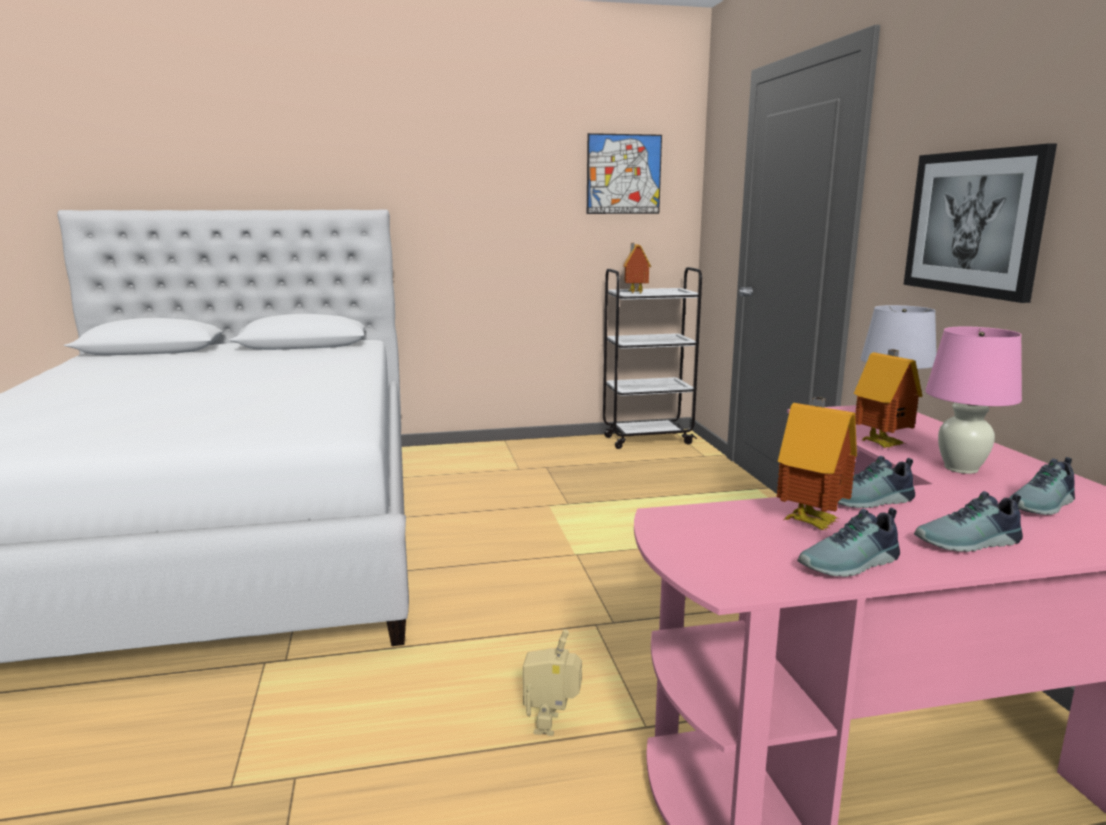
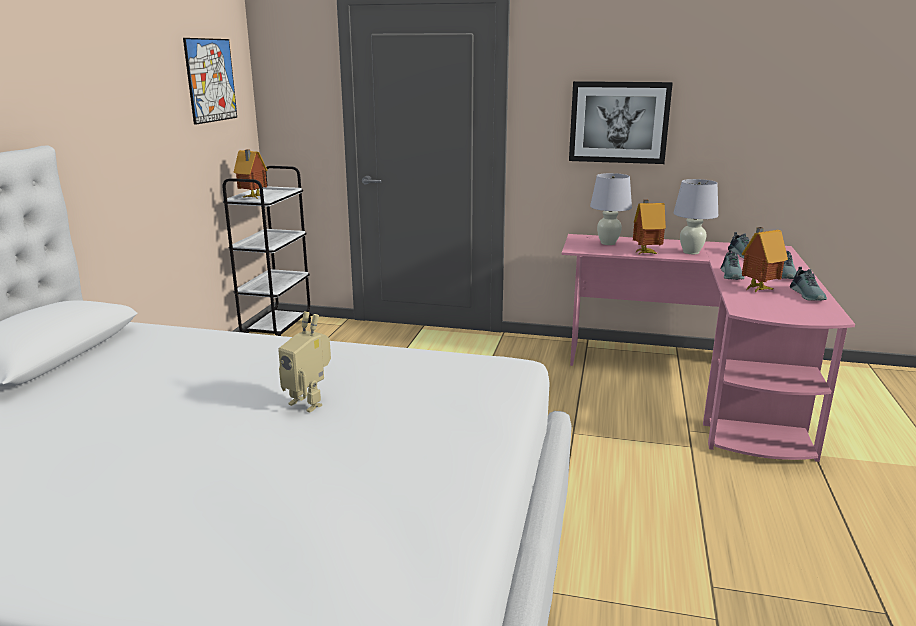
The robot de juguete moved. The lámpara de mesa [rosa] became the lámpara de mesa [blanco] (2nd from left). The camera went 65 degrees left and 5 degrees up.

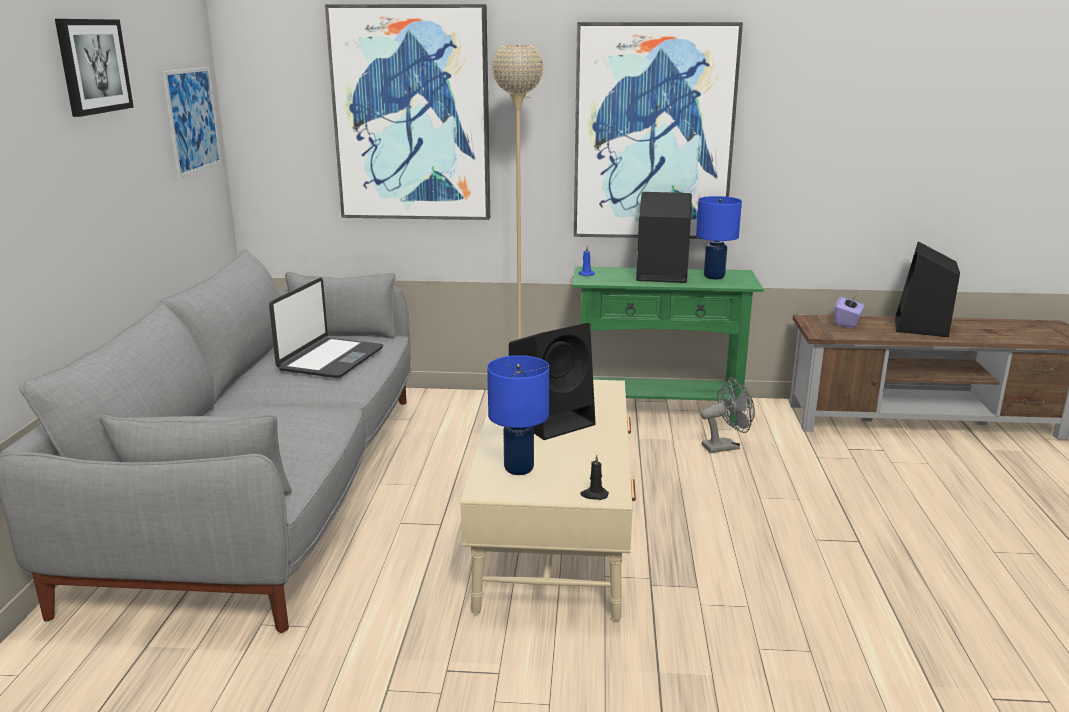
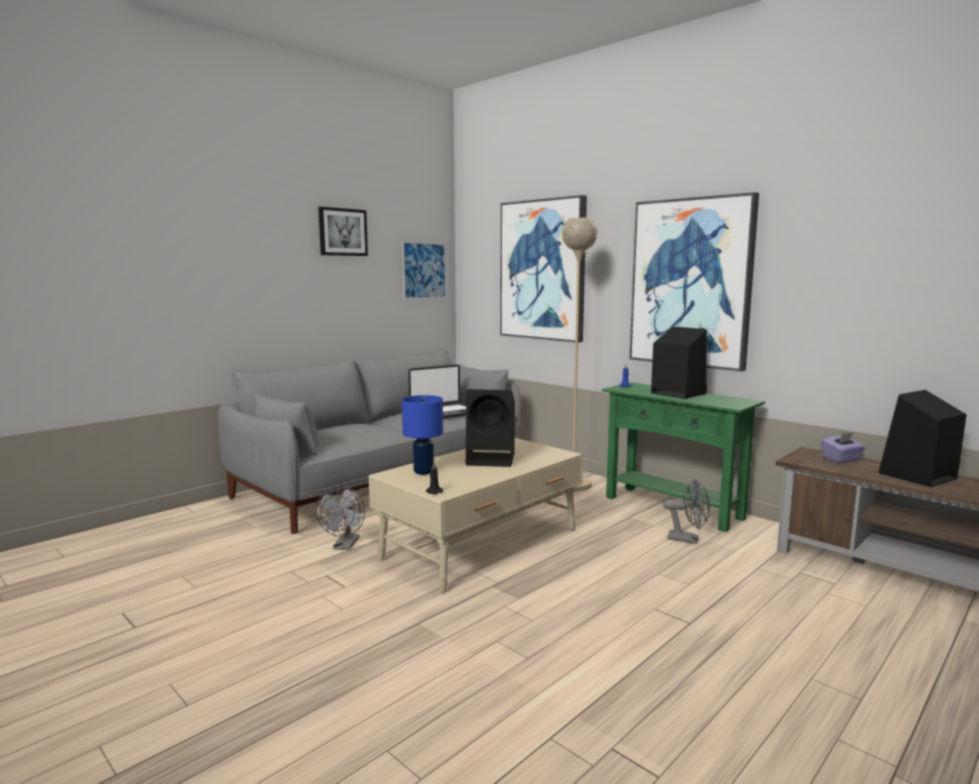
The ventilador [gris] (1st from left) appeared. The lámpara de mesa [azul] (2nd from left) disappeared. The camera went 40 degrees right and 10 degrees down.

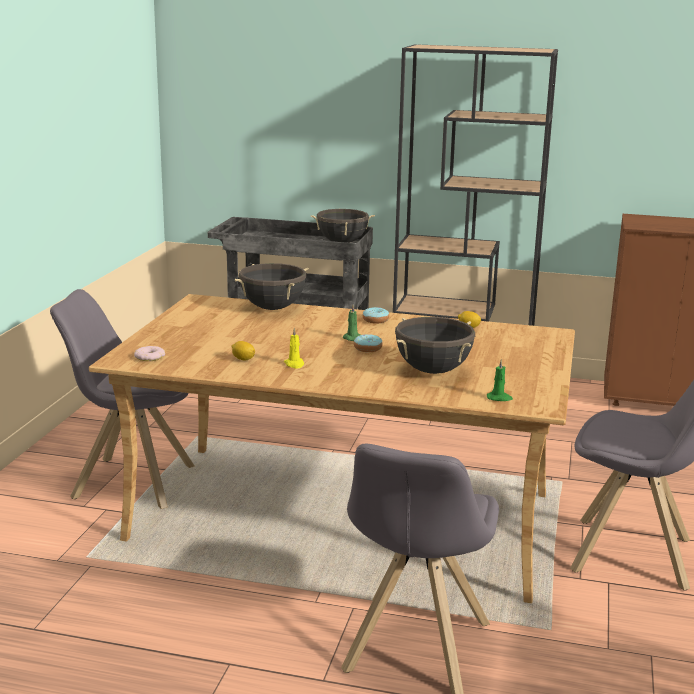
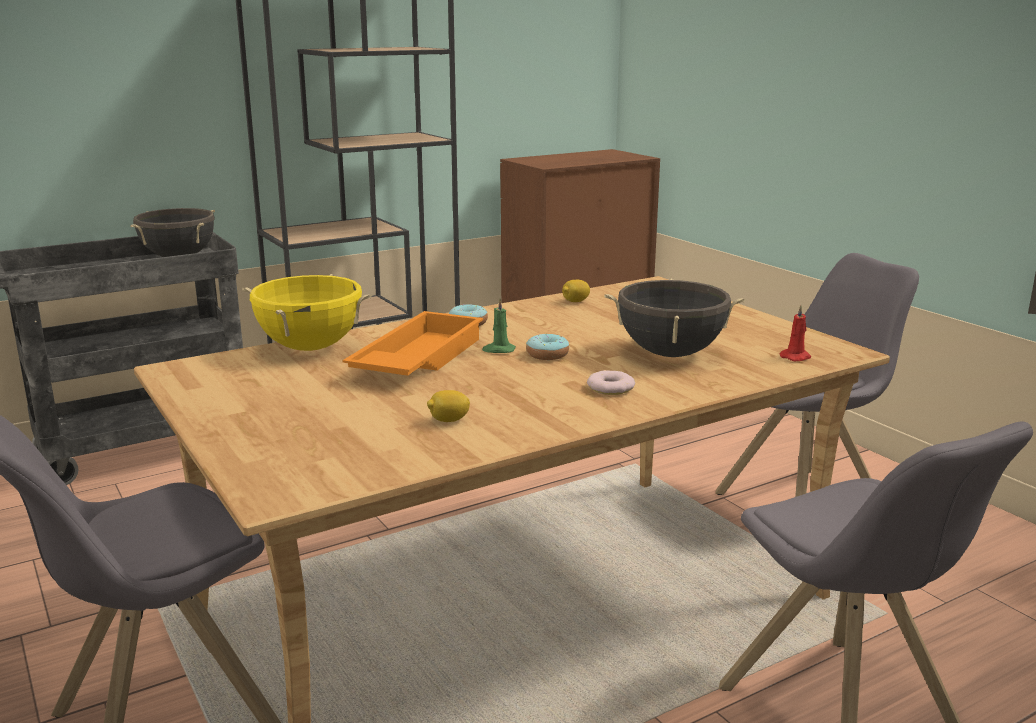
The olla [negro] (1st from left) became the olla [amarillo]. The bandeja [naranja] appeared. The rosquilla (1st from left in the first image) moved. The vela [verde] (2nd from left) became the vela [rojo]. The vela [amarillo] disappeared. The camera went 45 degrees left and 0 degrees up.

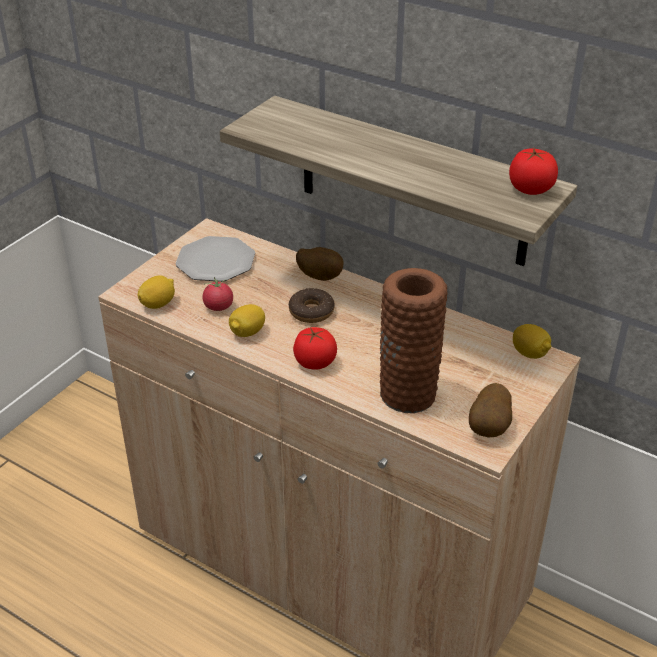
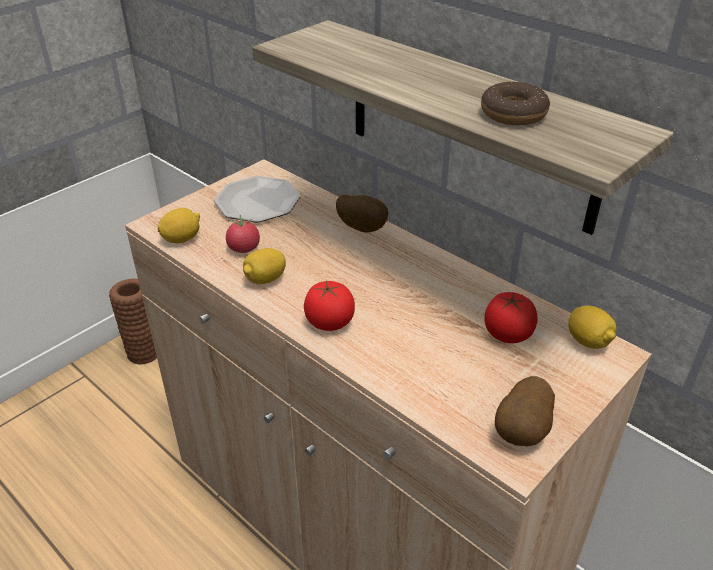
The florero [marrón] moved. The rosquilla moved. The tomate (3rd from left) moved. The camera went 10 degrees right and 0 degrees up.

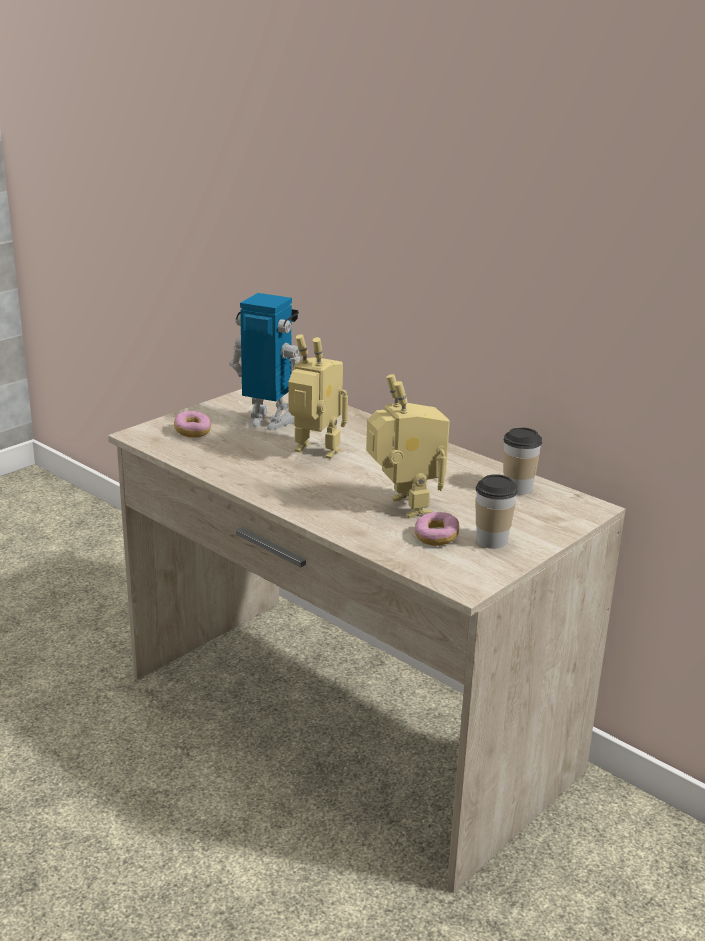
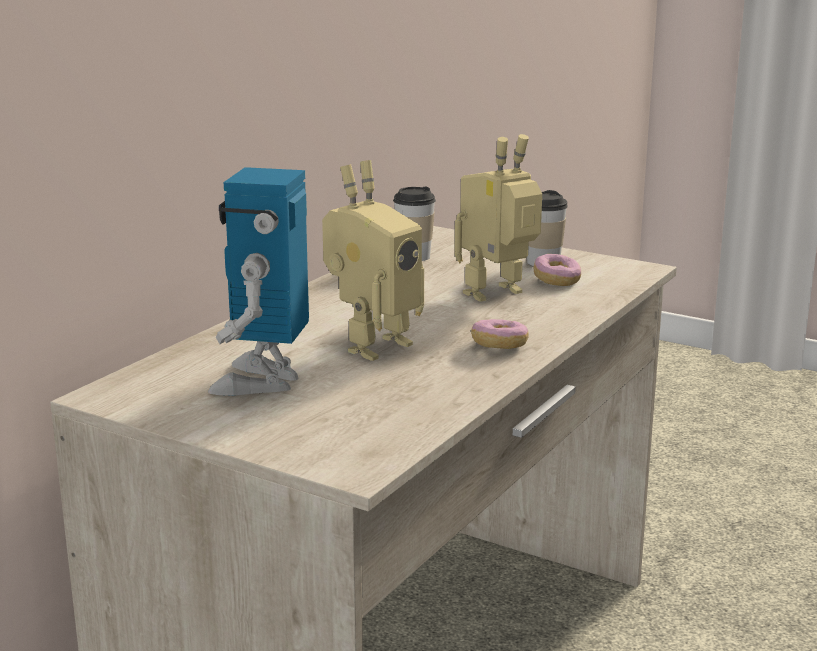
The robot de juguete (2nd from left) turned 150 degrees counterclockwise. The rosquilla (1st from left) moved. The camera went 100 degrees left and 5 degrees down.

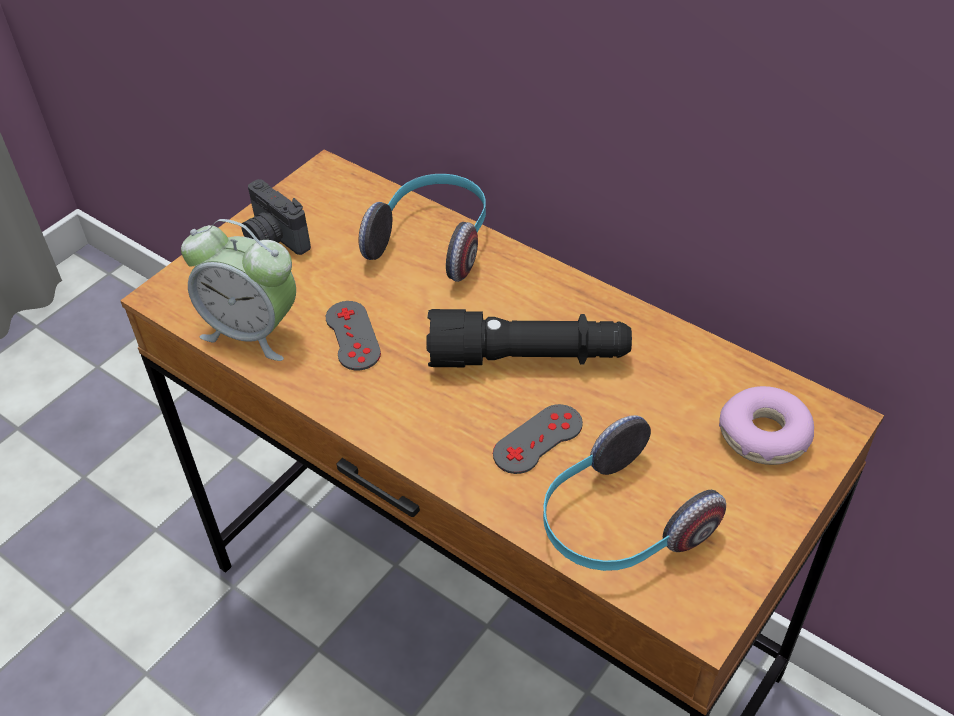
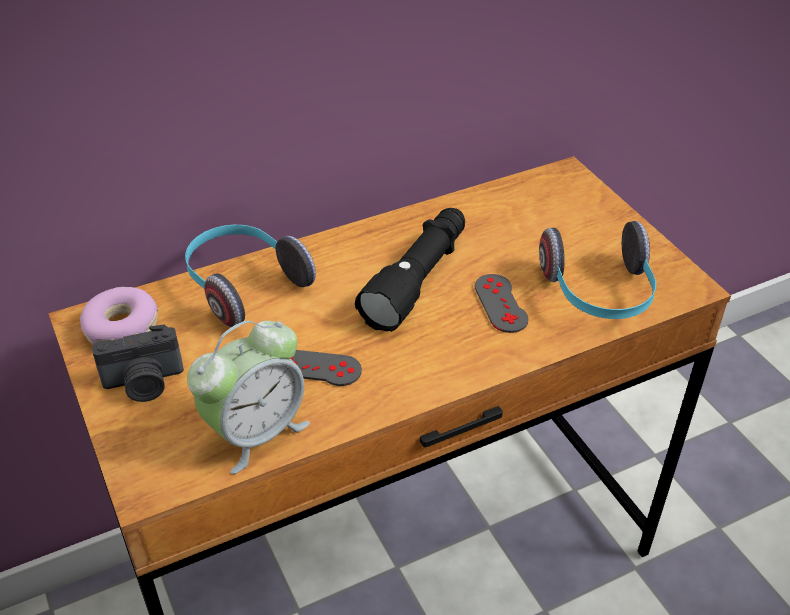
The rosquilla moved. The camera went 65 degrees left and 5 degrees down.

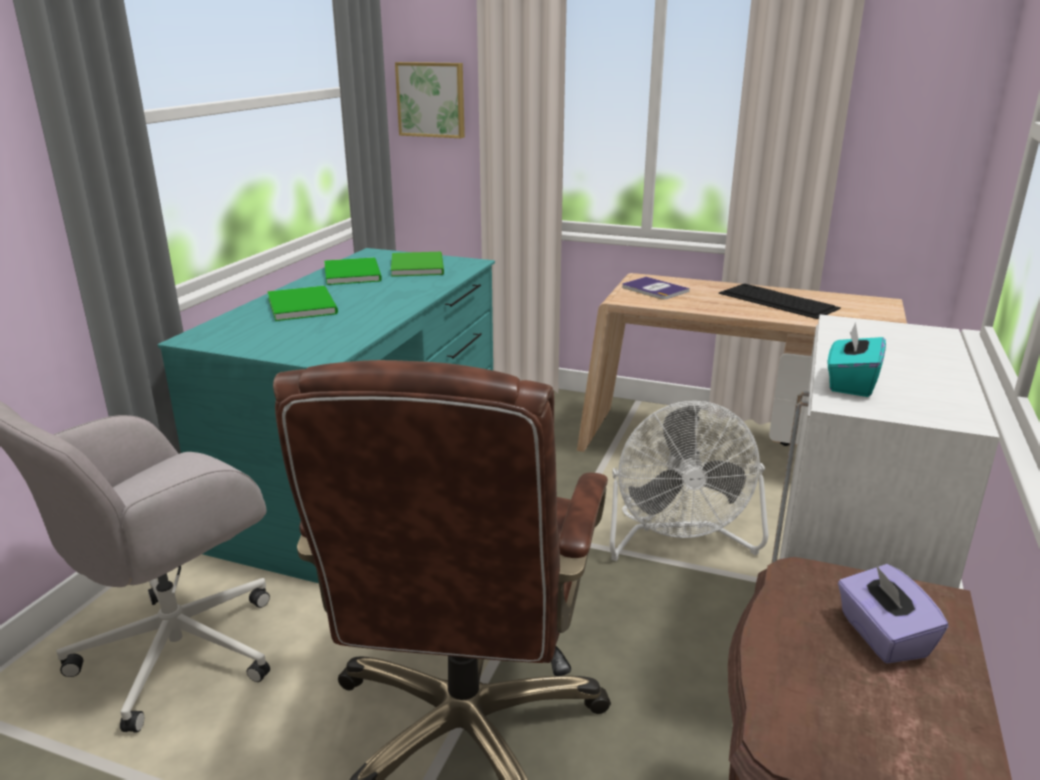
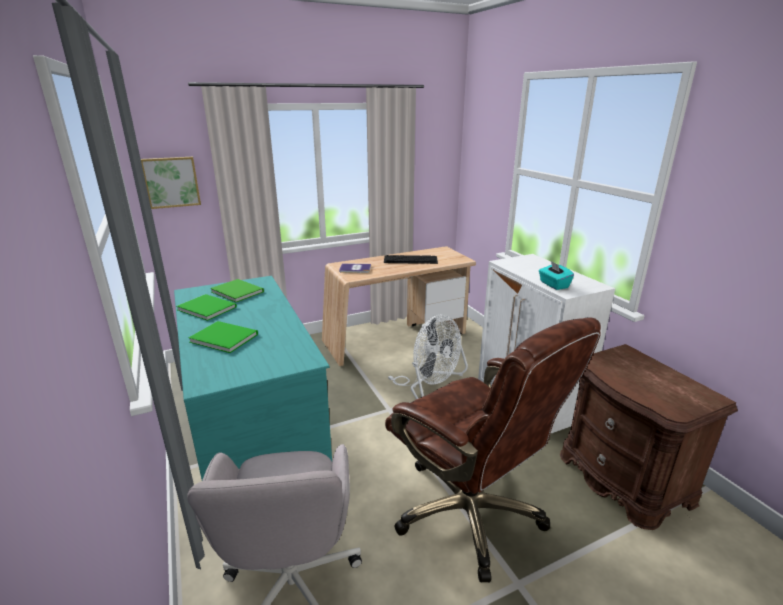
The caja de pañuelos [morado] disappeared. The camera went 45 degrees left and 0 degrees up.

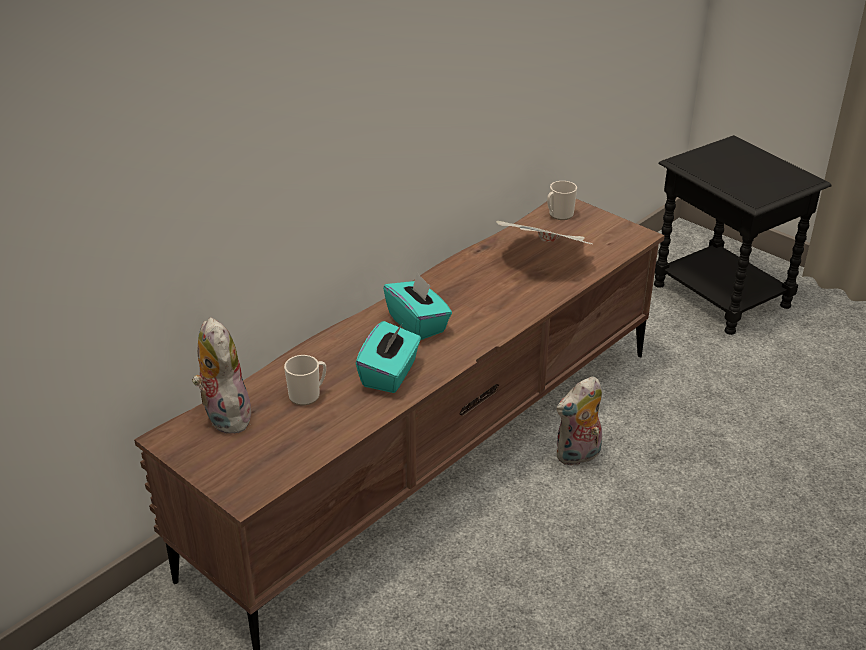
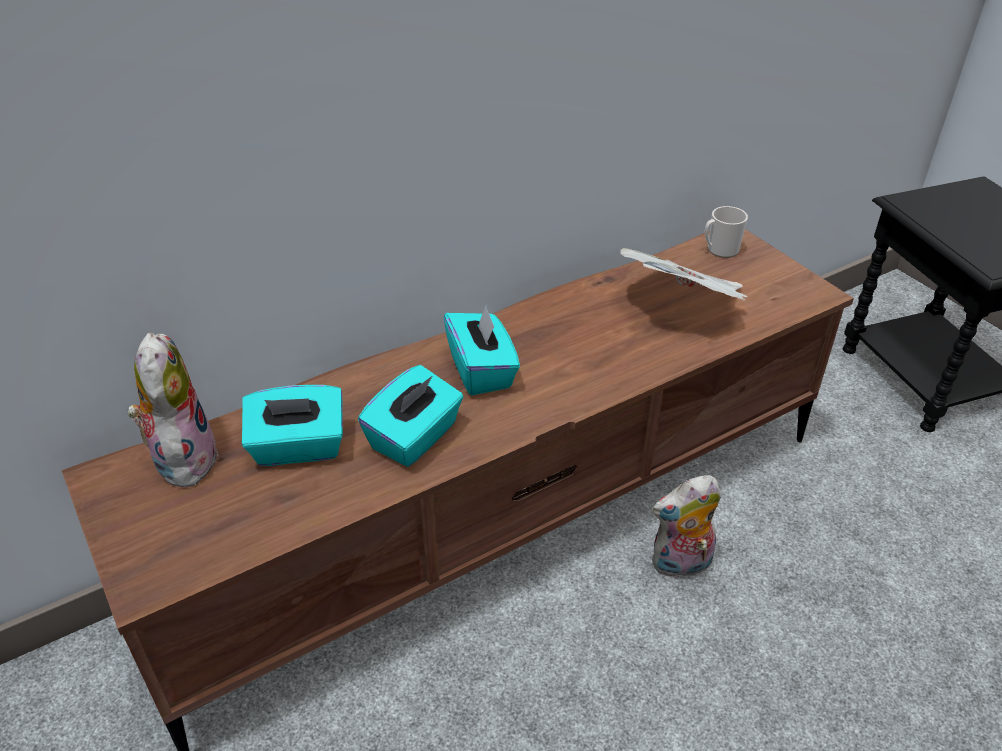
The taza grande (1st from left) was replaced by the caja de pañuelos [turquesa] (1st from left). The camera went 15 degrees right and 5 degrees up.

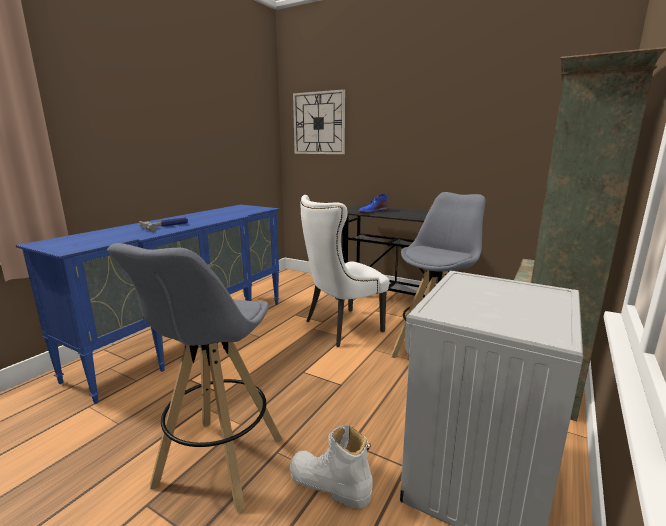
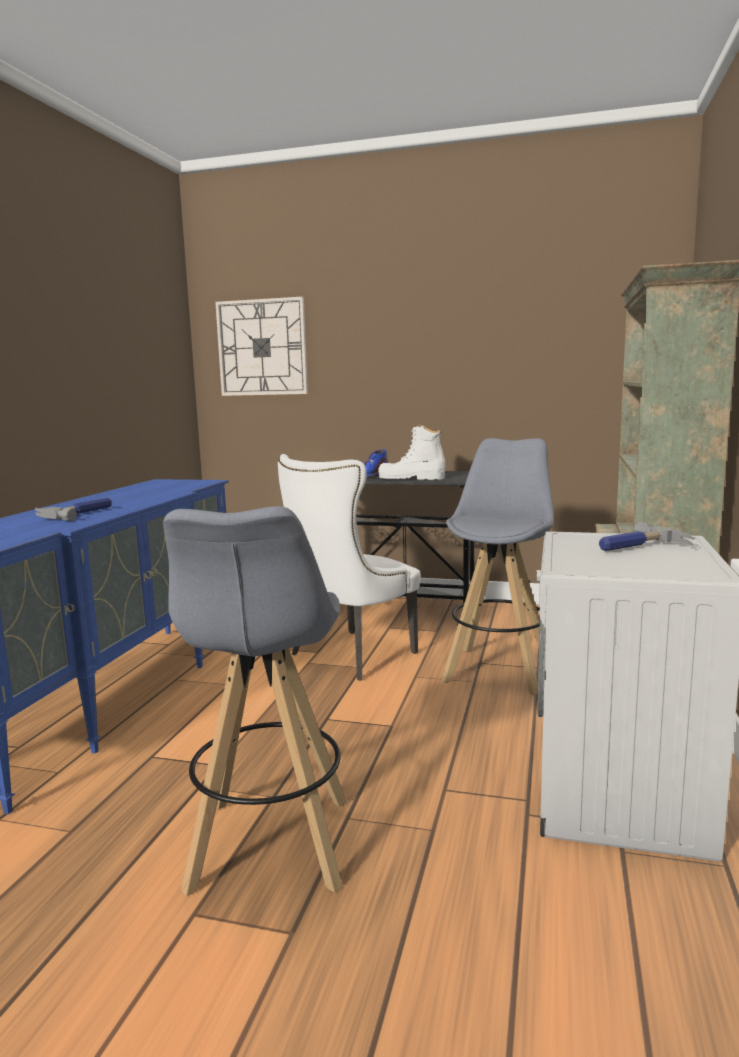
The bota [blanco] moved. The martillo (2nd from left) appeared. The camera went 15 degrees left and 5 degrees down.

